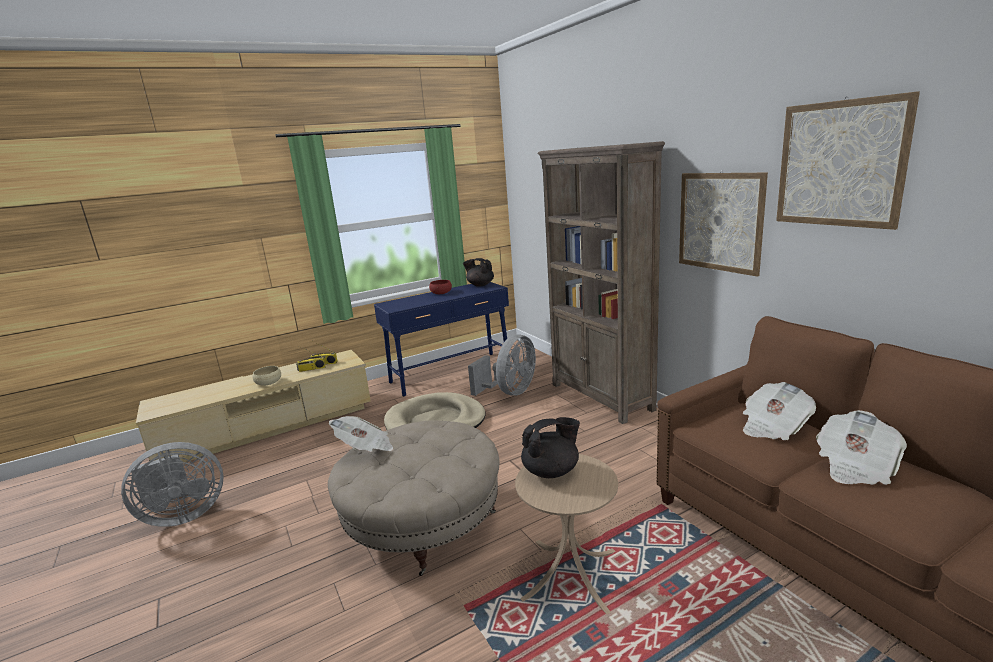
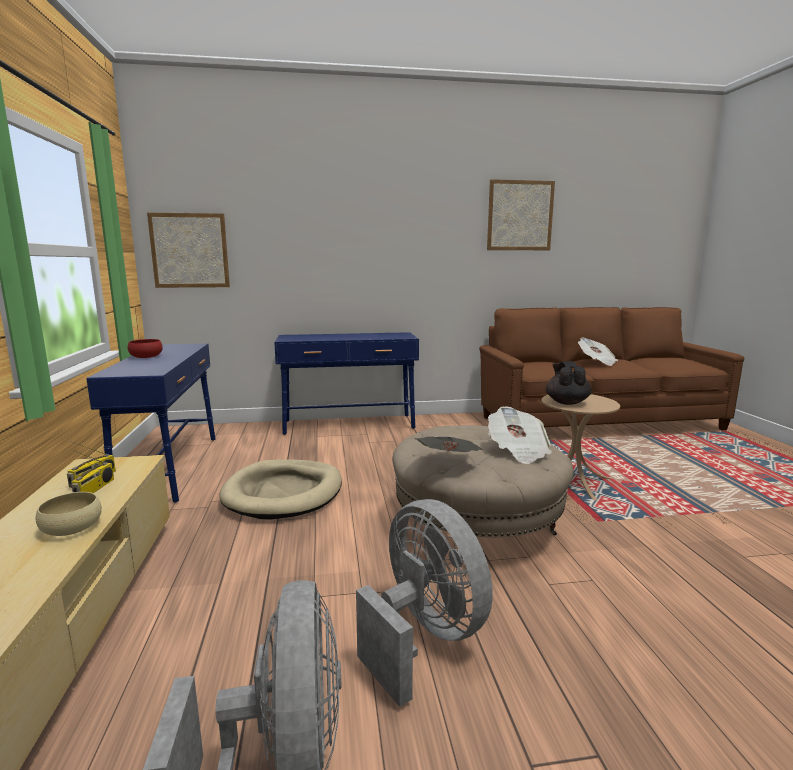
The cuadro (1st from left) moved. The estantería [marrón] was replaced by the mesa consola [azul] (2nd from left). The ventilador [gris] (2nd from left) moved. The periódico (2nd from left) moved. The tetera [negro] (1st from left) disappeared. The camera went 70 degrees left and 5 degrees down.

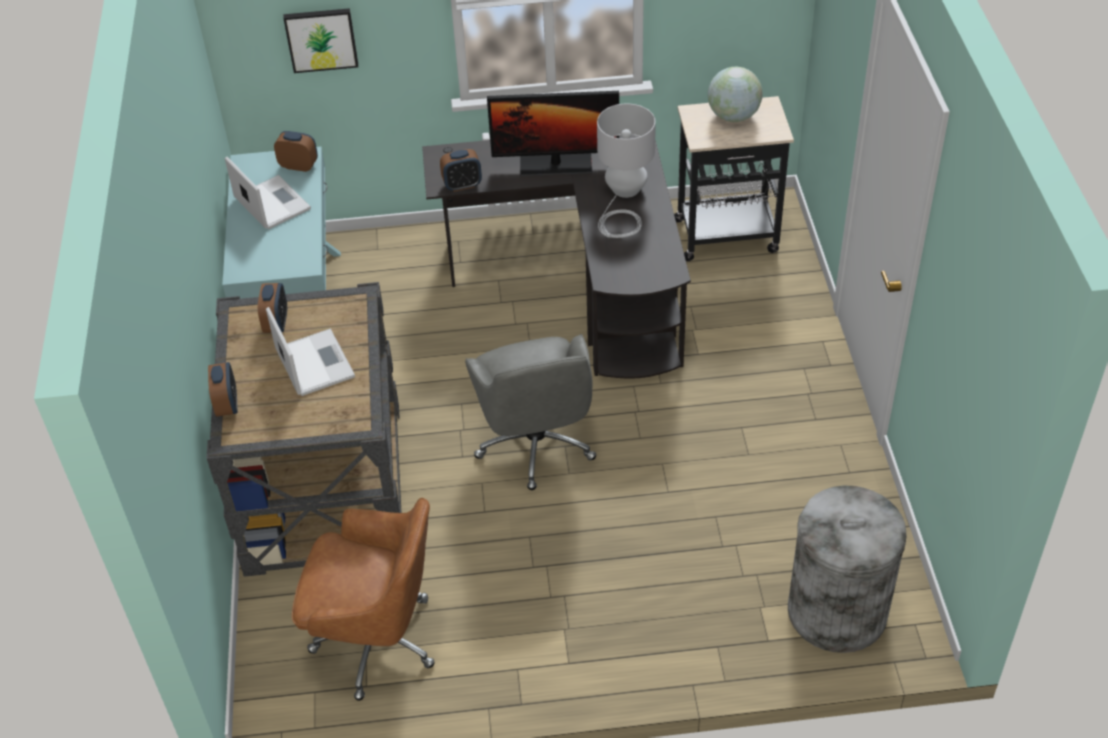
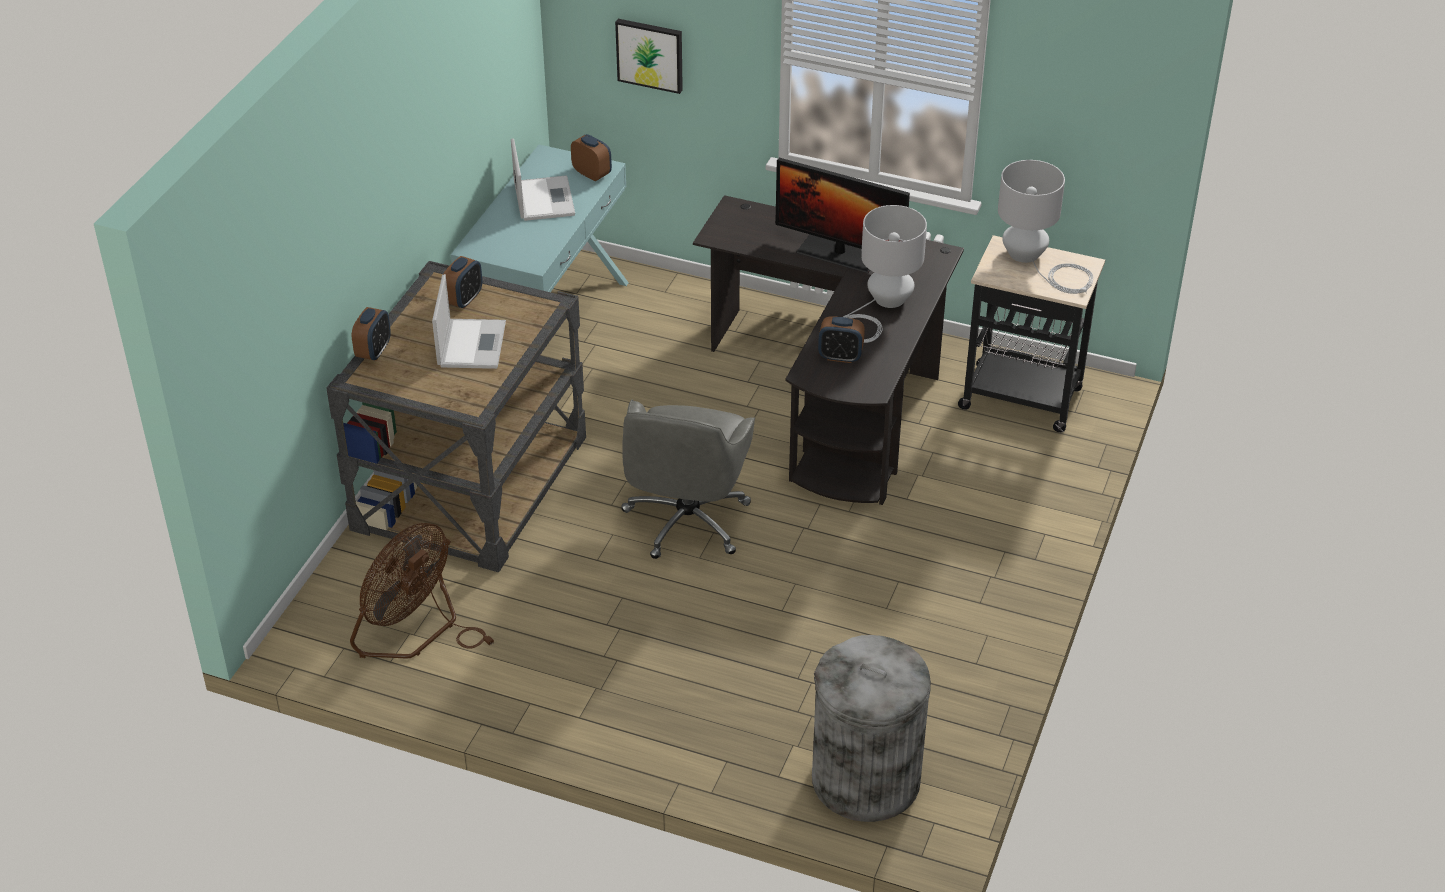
The silla de oficina [marrón] was replaced by the ventilador [marrón]. The despertador (4th from left) moved. The globo terráqueo was replaced by the lámpara de mesa [blanco] (2nd from left). The camera went 25 degrees right and 5 degrees down.

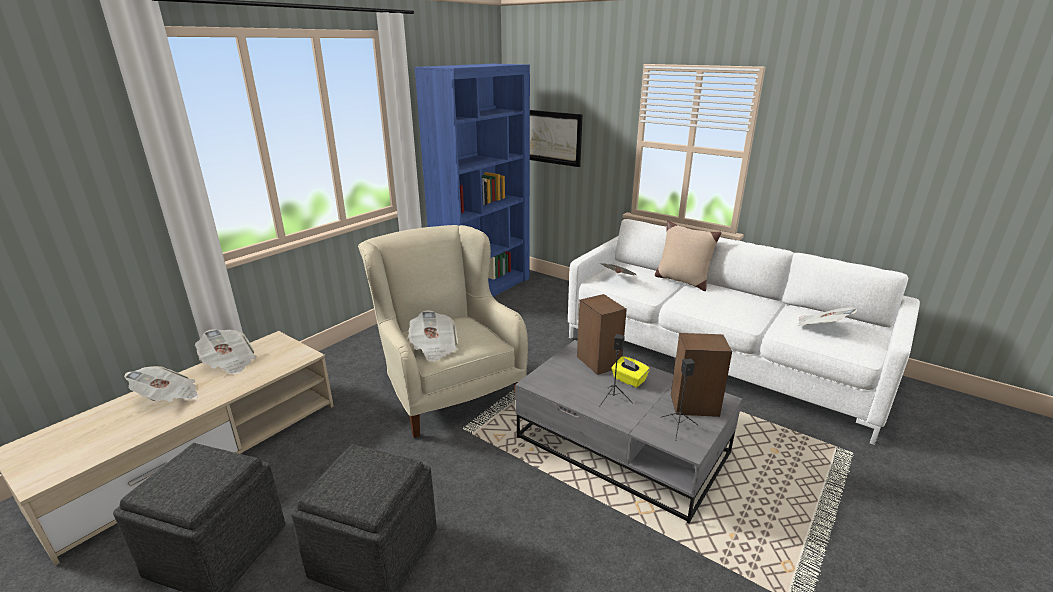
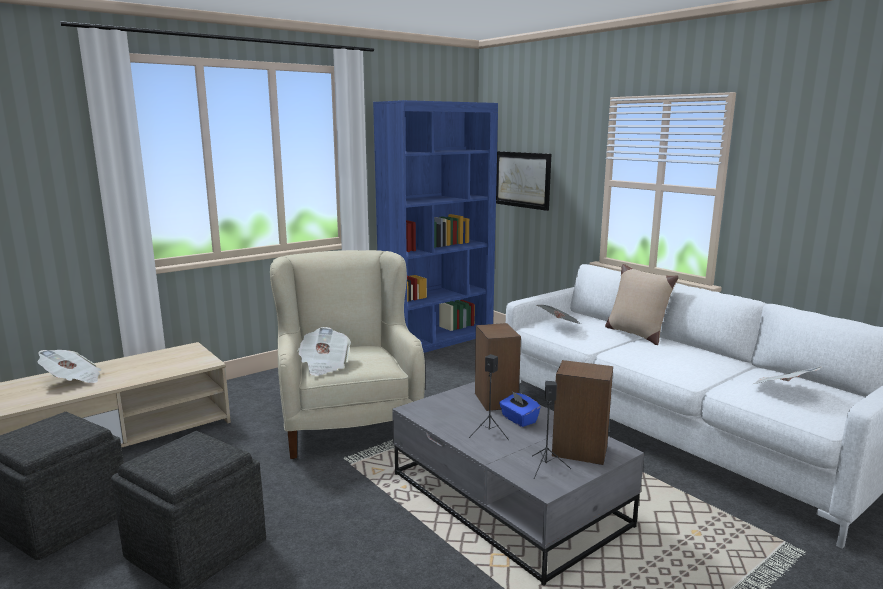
The caja de pañuelos [amarillo] became the caja de pañuelos [azul]. The periódico (2nd from left) disappeared. The camera went 15 degrees right and 10 degrees down.

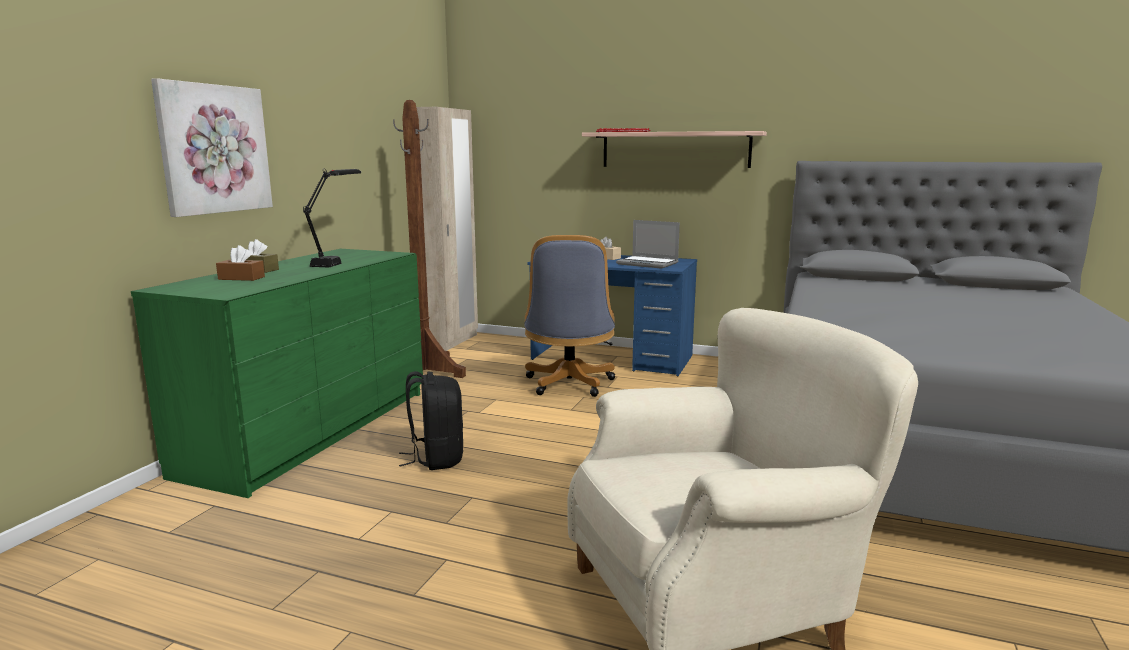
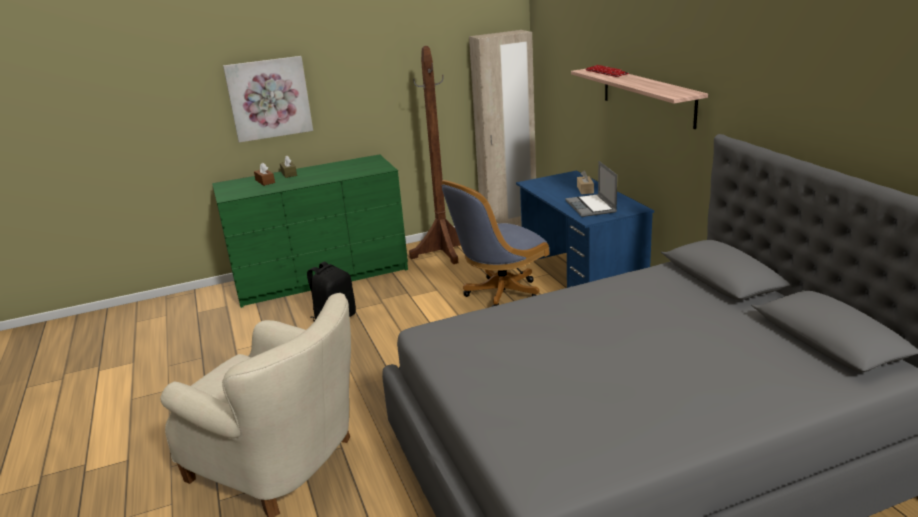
The lámpara de mesa [negro] disappeared. The camera went 50 degrees right and 10 degrees up.

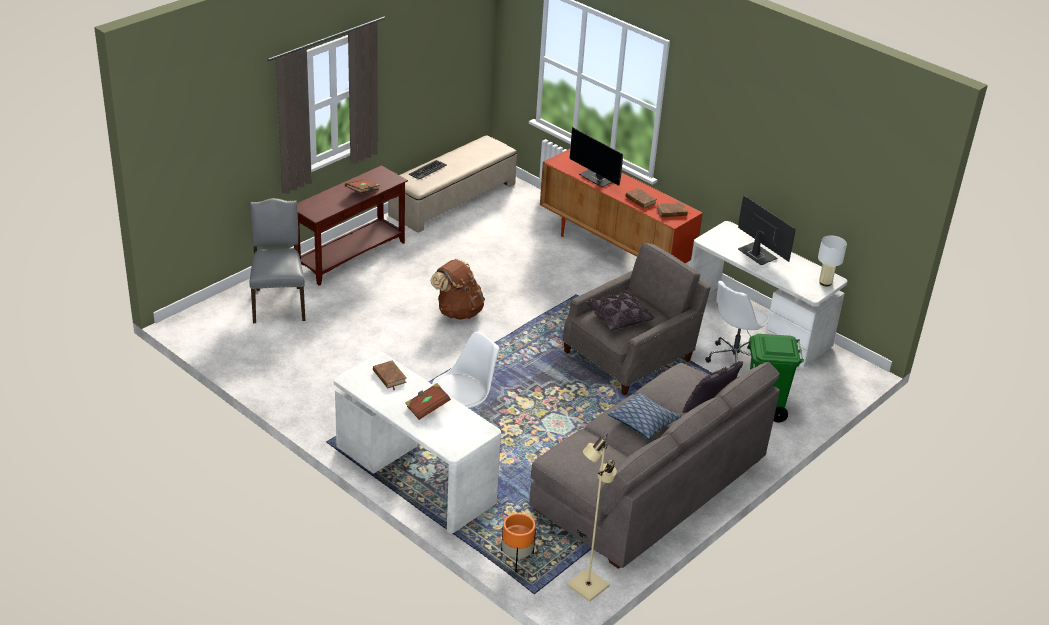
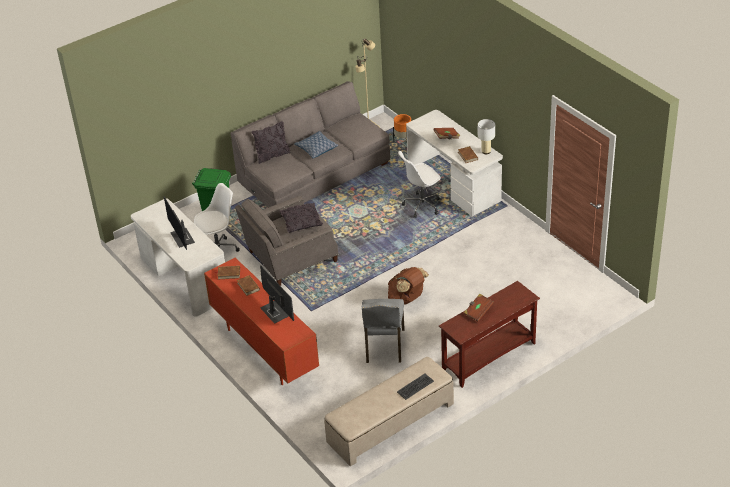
The silla [gris] moved. The lámpara de mesa [blanco] moved. The camera went 165 degrees left and 5 degrees up.

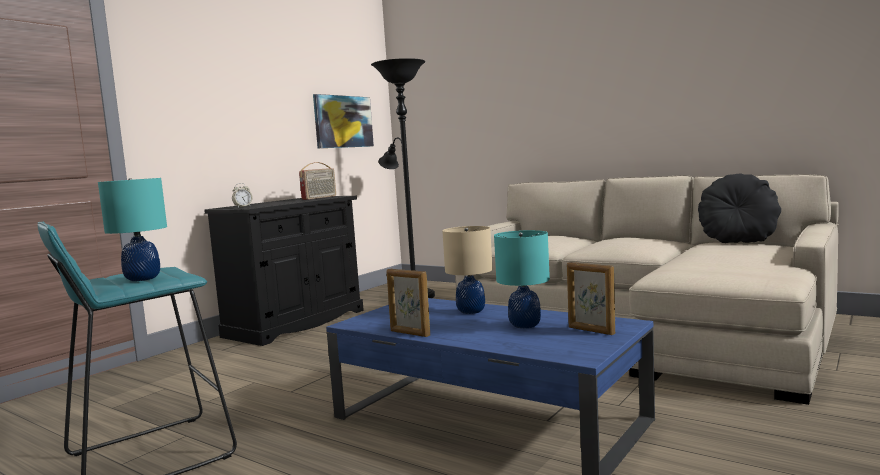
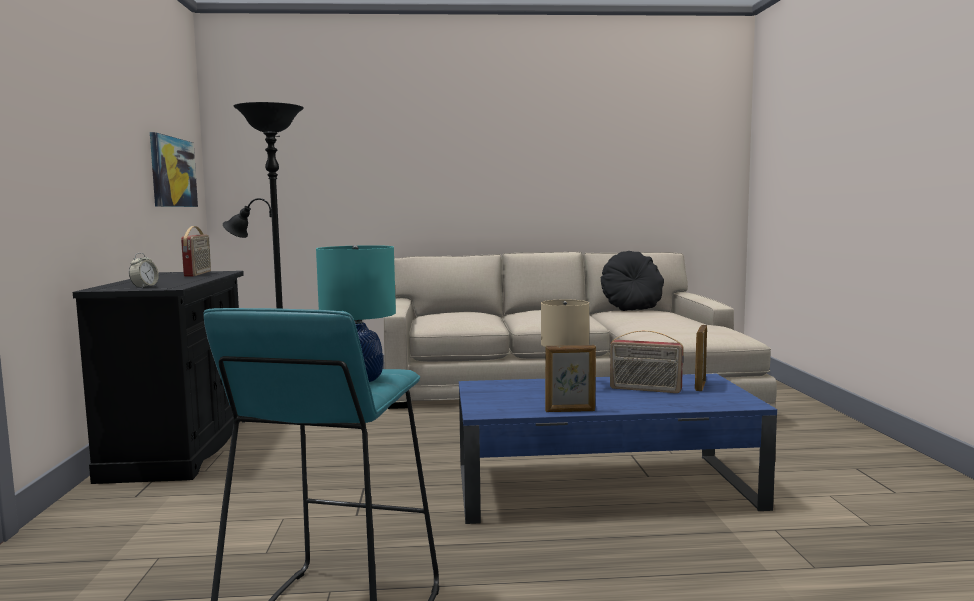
The lámpara de mesa [turquesa] (2nd from left) was replaced by the radio (2nd from left). The portarretratos (2nd from left) turned 105 degrees clockwise. The camera went 40 degrees left and 0 degrees up.

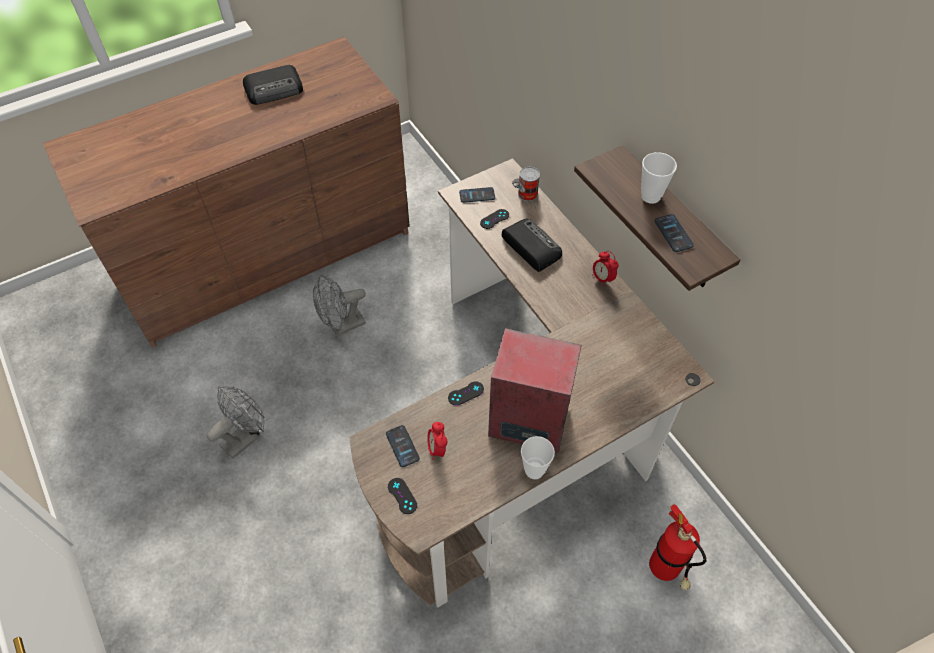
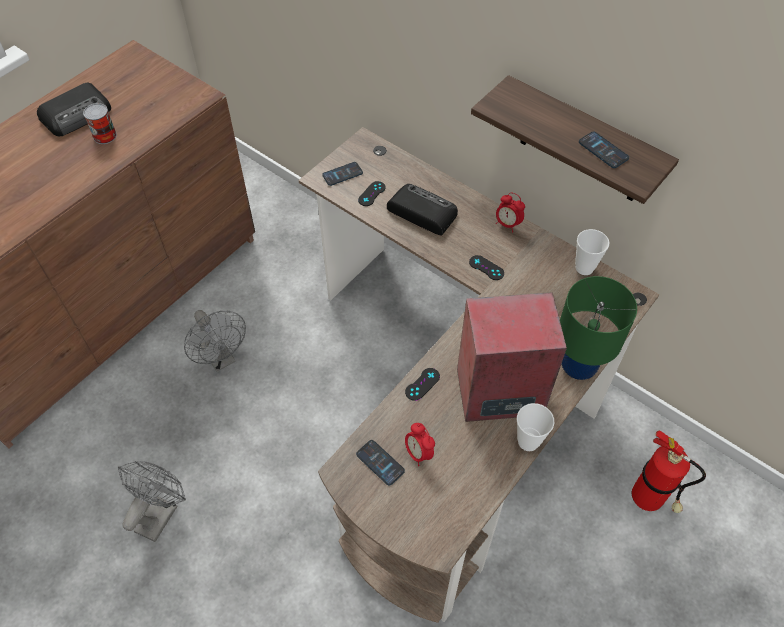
The lata moved. The ventilador [gris] (2nd from left) turned 75 degrees counterclockwise. The mando de consola [negro] (1st from left in the first image) moved. The lámpara de mesa [verde] appeared. The taza (2nd from left) moved. The camera went 20 degrees left and 0 degrees up.

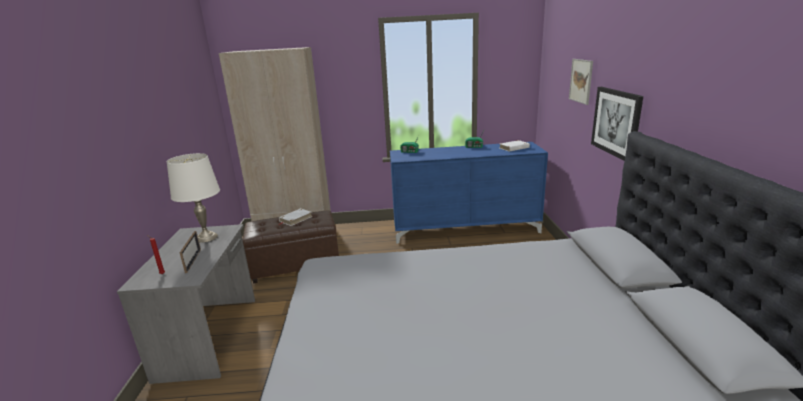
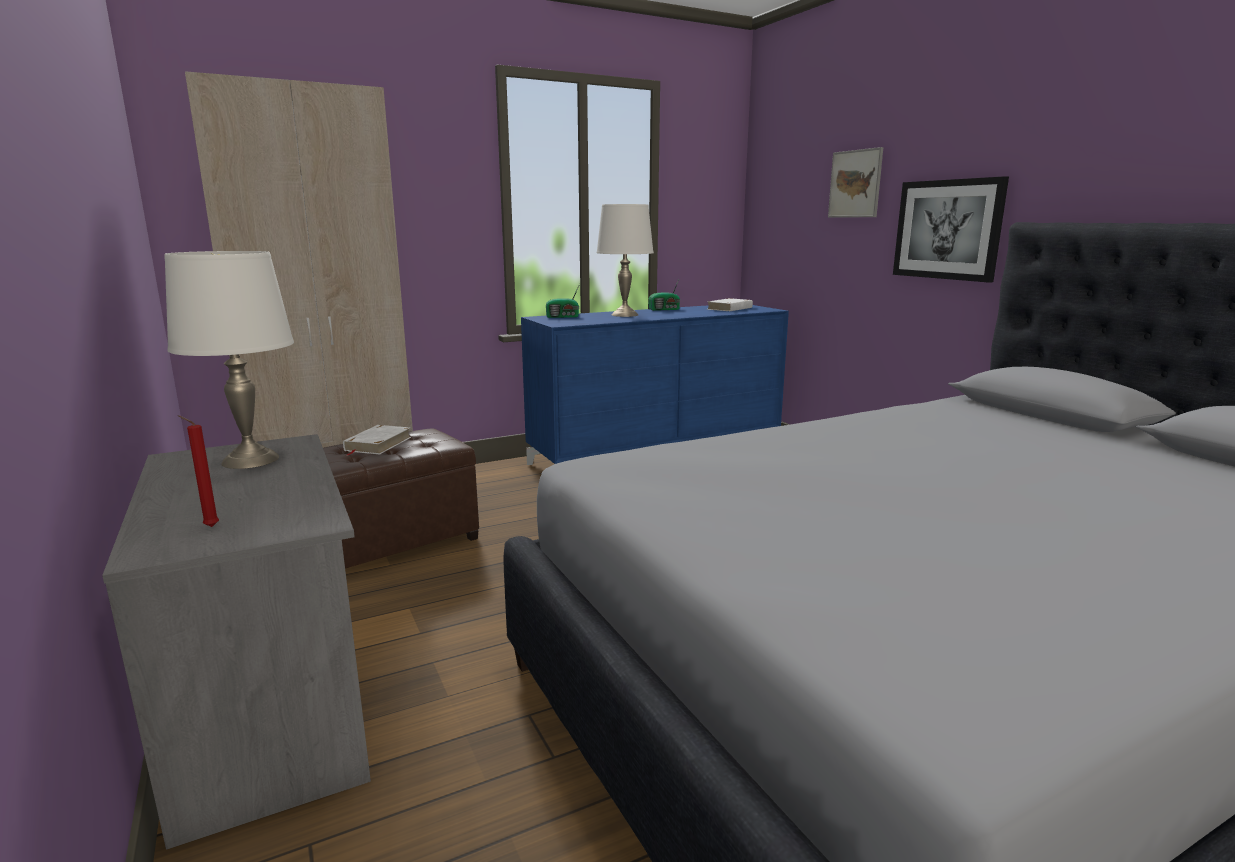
The lámpara de mesa [blanco] (2nd from left) appeared. The portarretratos disappeared. The camera went 25 degrees left and 5 degrees down.

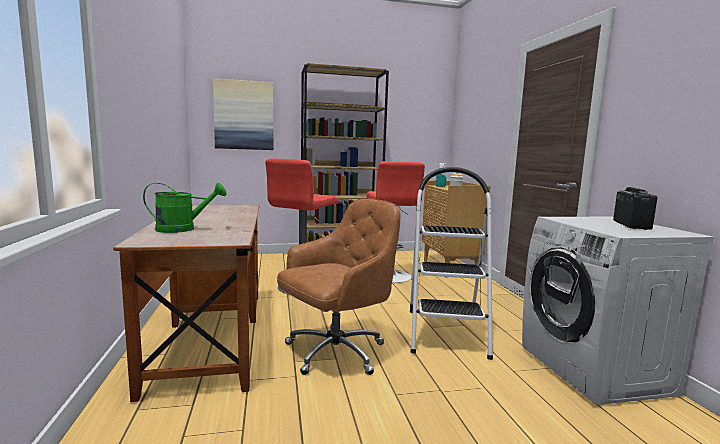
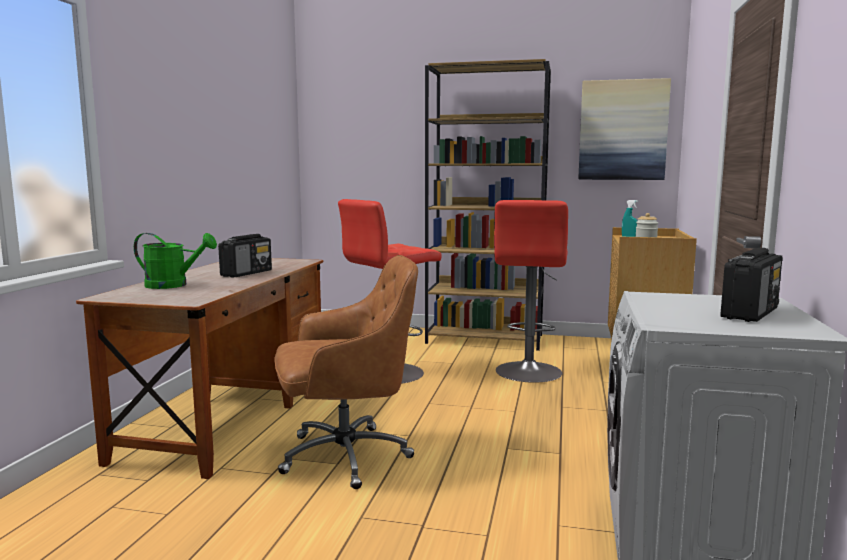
The radio (1st from left) appeared. The cuadro moved. The escalera de tijera disappeared. The camera went 25 degrees right and 0 degrees up.

